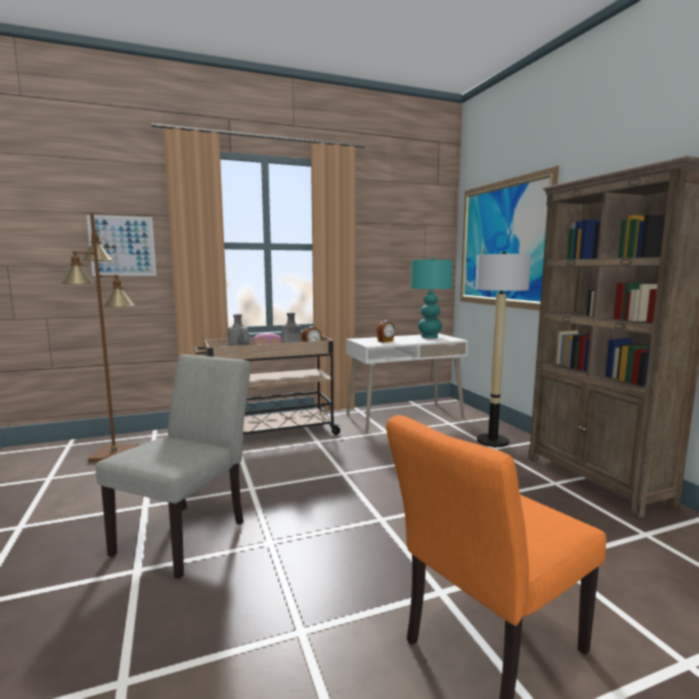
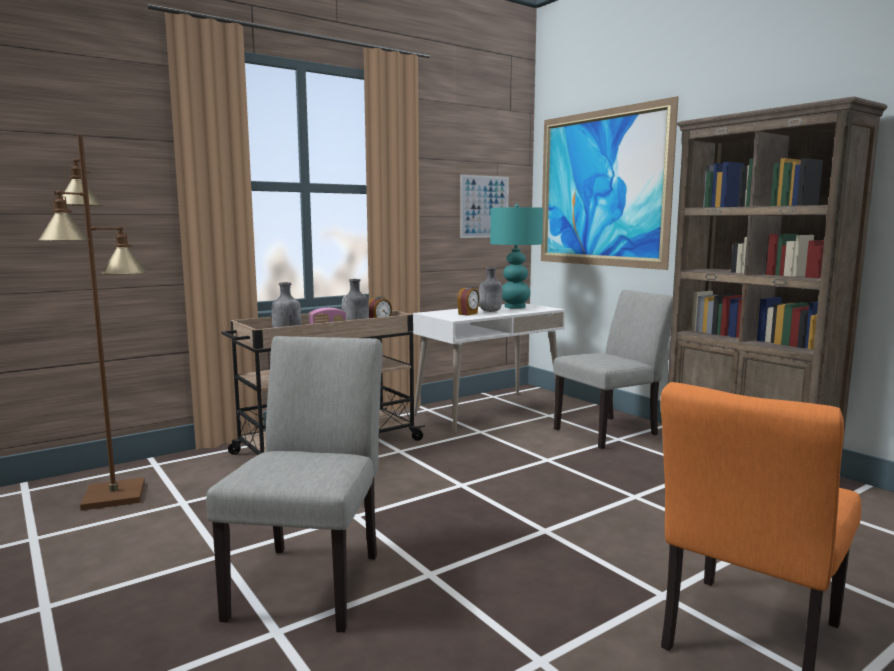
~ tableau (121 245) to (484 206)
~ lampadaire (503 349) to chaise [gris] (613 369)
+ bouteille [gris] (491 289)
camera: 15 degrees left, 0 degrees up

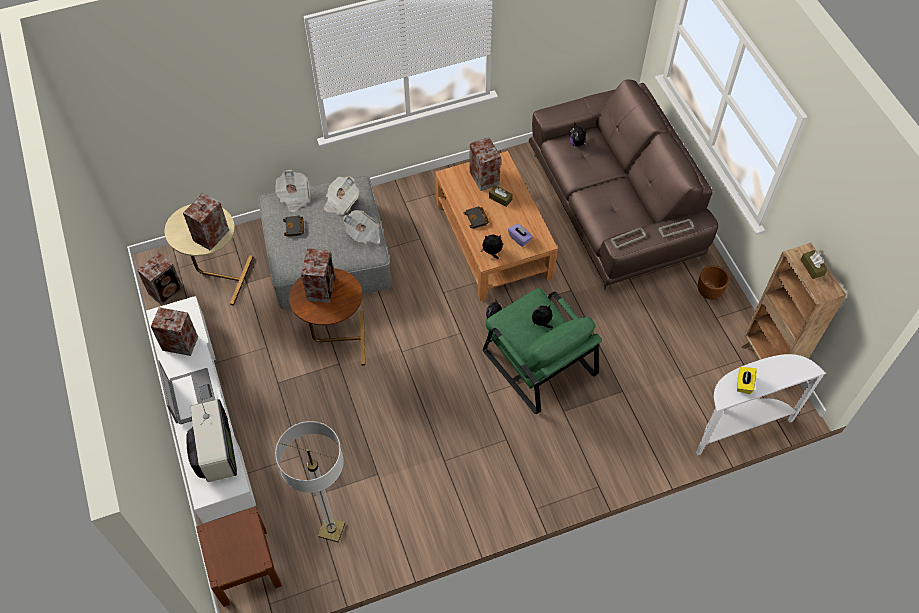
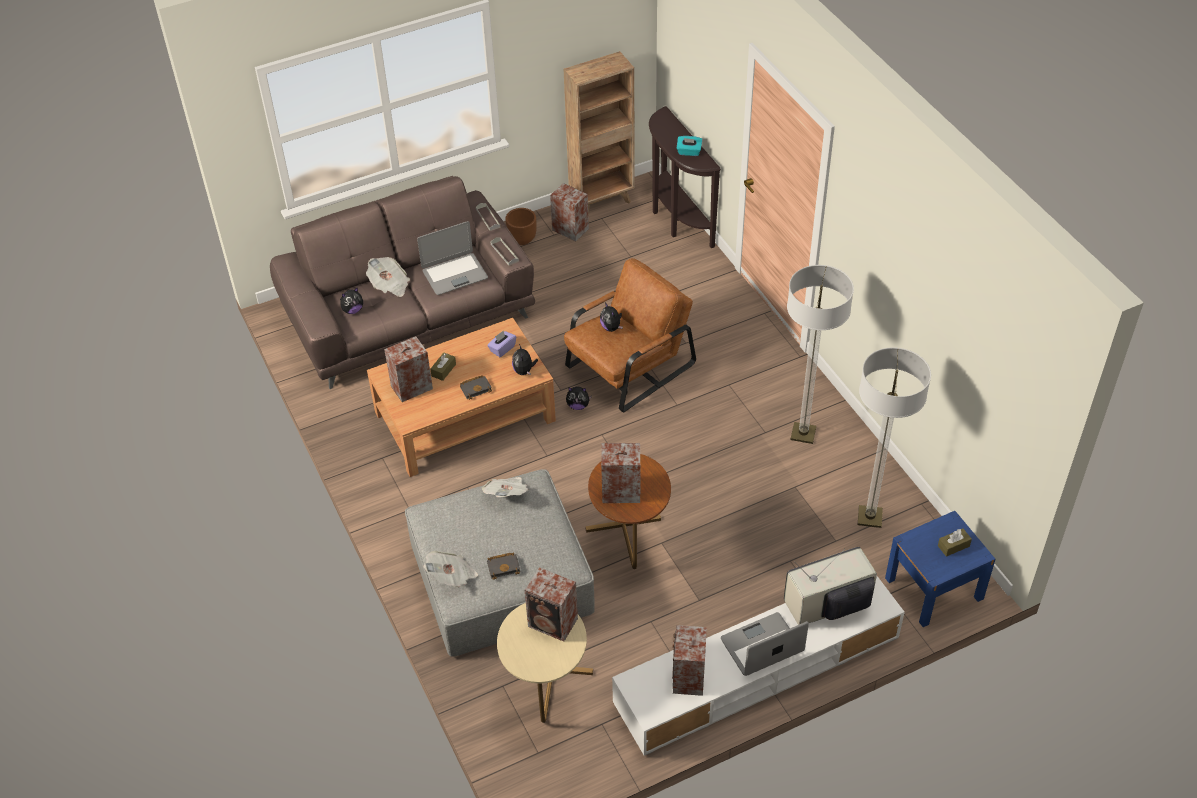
~ journal (341 195) to (388 277)
~ boîte à mouchoirs [marron] (814 264) to (955 543)
~ enceinte (160 278) to (569 212)
~ fauteuil [vert] (542 351) to fauteuil [marron] (630 335)
~ table console [blanc] (761 405) to table console [marron] (685 177)
~ boîte à mouchoirs [jaune] (747 380) to boîte à mouchoirs [turquoise] (689 146)
~ table de chevet [marron] (239 556) to table de chevet [bleu] (940 569)
+ ordinateur portable (452 258)
+ lampadaire (820 354)
camera: 95 degrees left, 10 degrees down

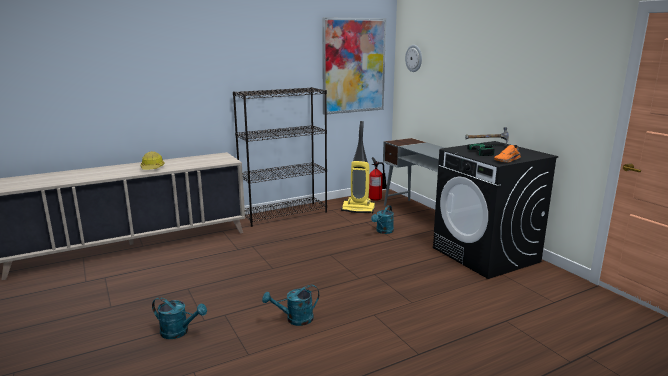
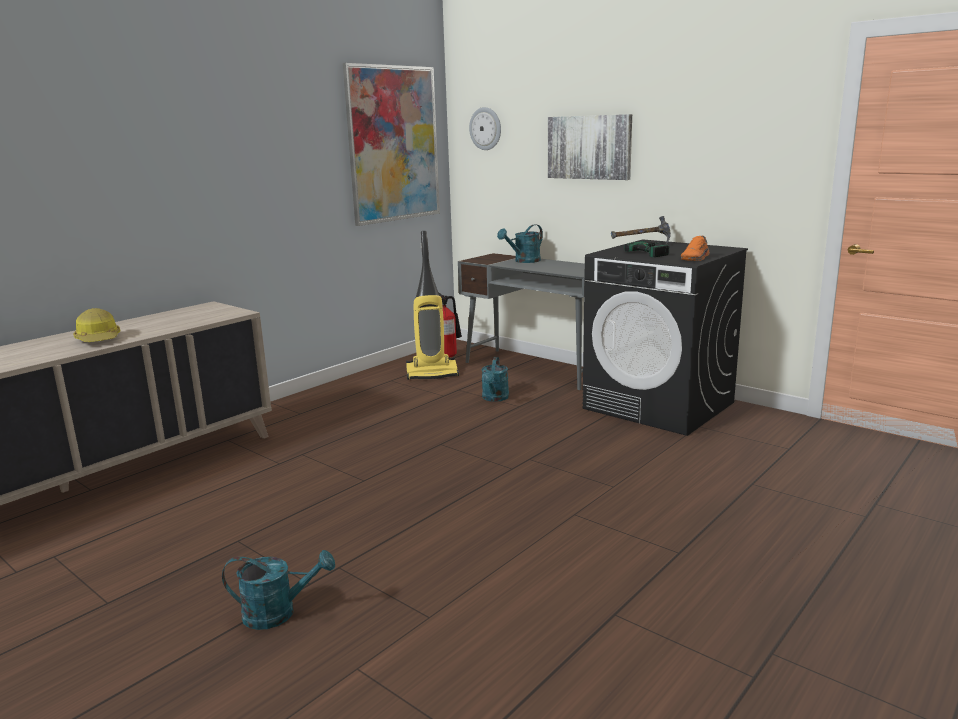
- bibliothèque [noir] (280 157)
~ arrosoir [turquoise] (290 305) to (520 243)
+ tableau (590 147)
camera: 20 degrees left, 0 degrees up

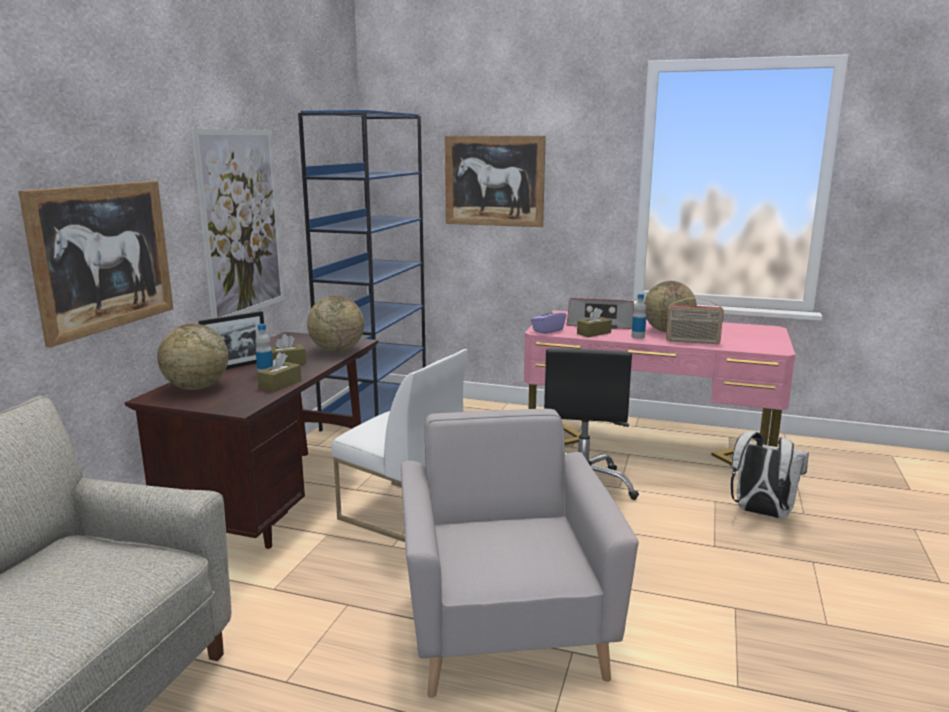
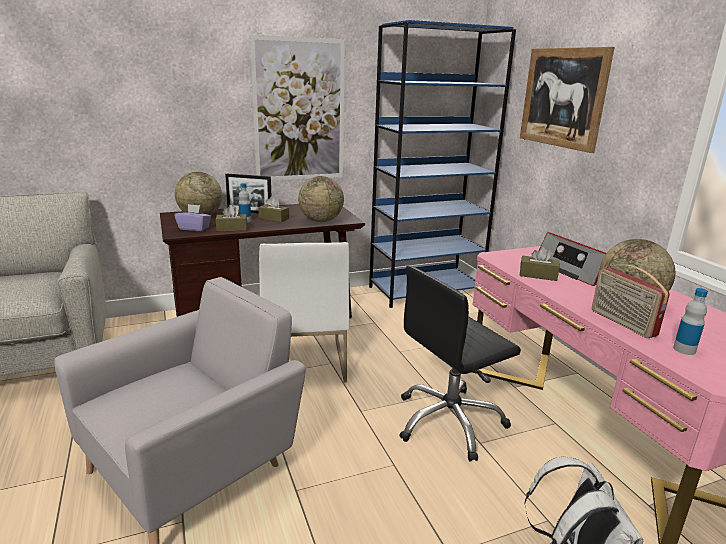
- tableau (95 264)
~ bouteille (638 316) to (690 321)
~ boîte à mouchoirs [violet] (548 319) to (192 217)
camera: 50 degrees right, 5 degrees up

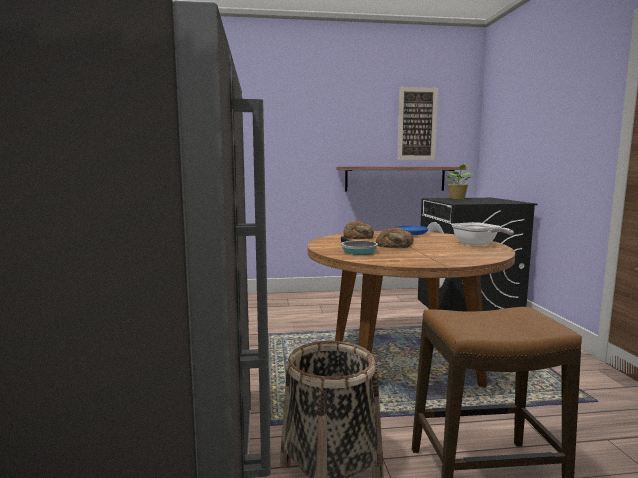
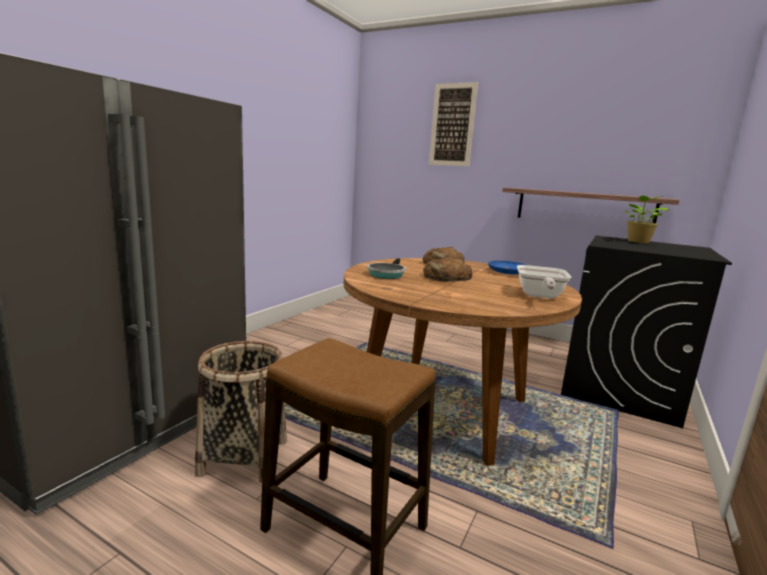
~ tableau (417 123) to (453 124)
camera: 35 degrees right, 5 degrees up

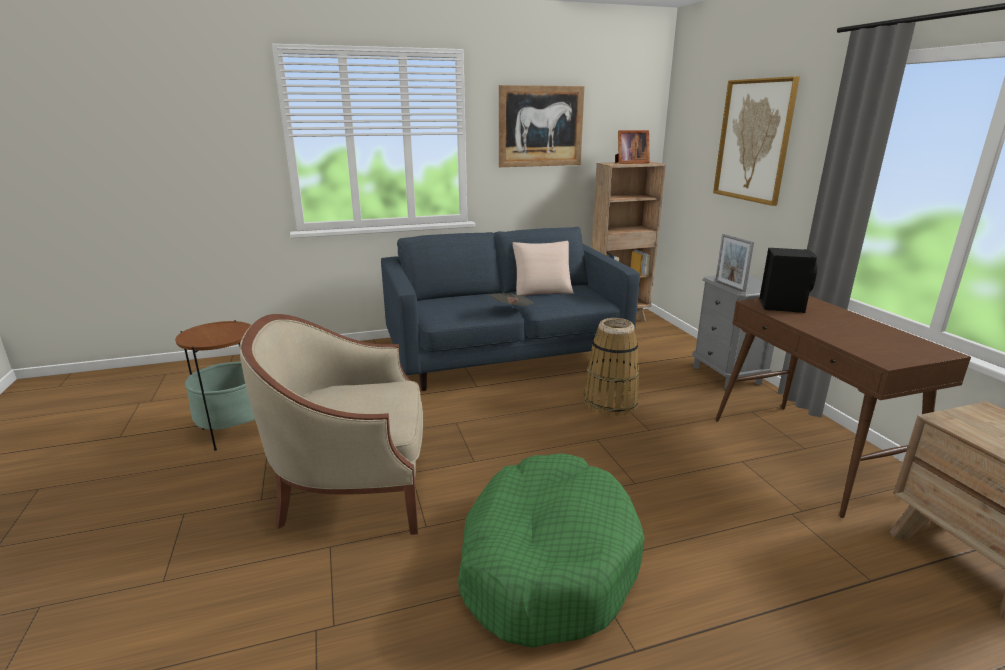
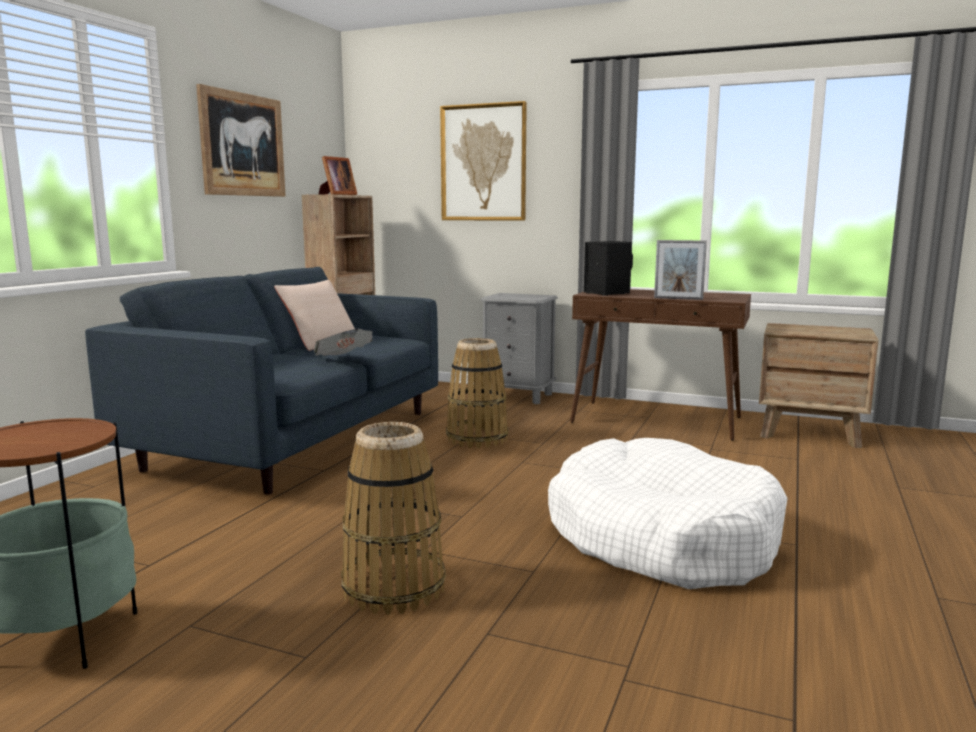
~ cadre photo (734 263) to (680 270)
~ fauteuil [beige] (331 424) to panier (393 518)
~ panier pour chien [vert] (551 550) to panier pour chien [blanc] (667 513)
camera: 50 degrees left, 10 degrees down

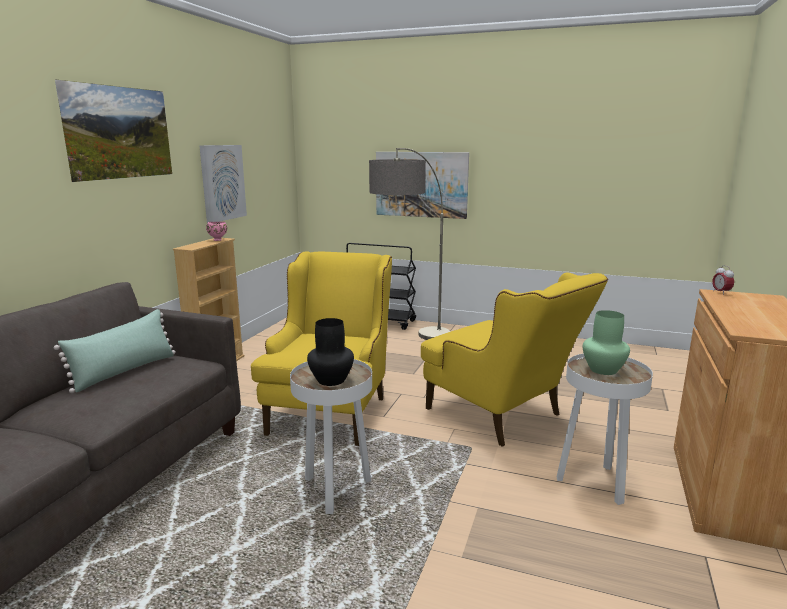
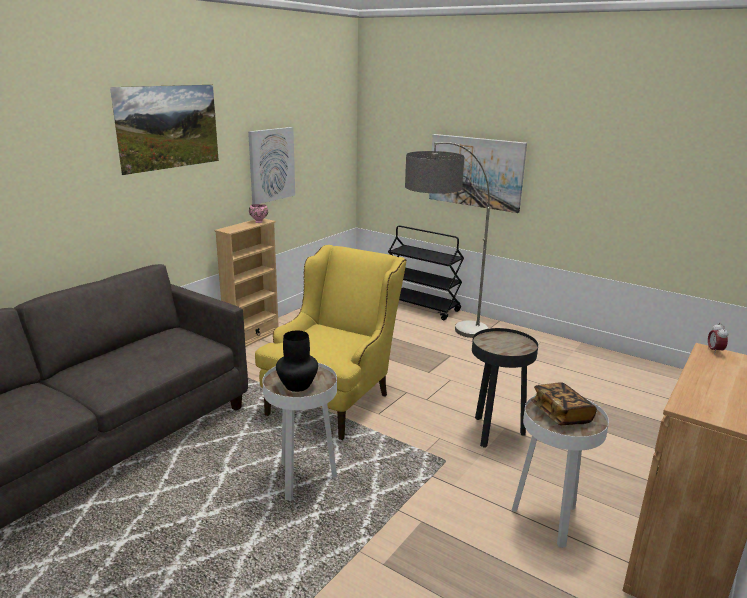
~ fauteuil [jaune] (514 359) to table d'appoint [noir] (505 388)
- coussin [vert] (115 351)
~ vase [vert] (606 342) to livre (564 403)
camera: 15 degrees right, 5 degrees up

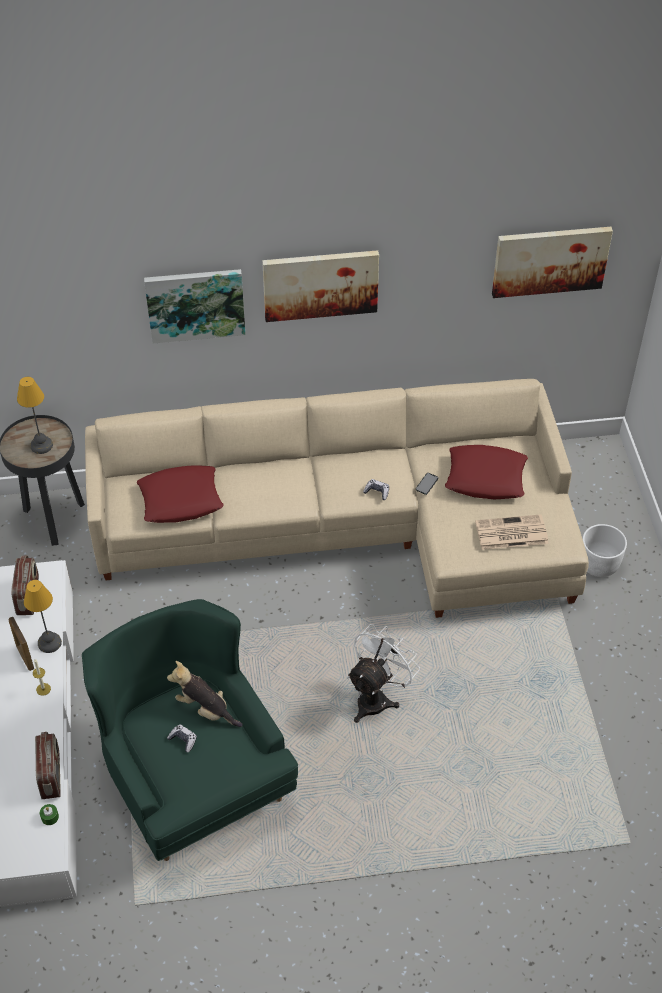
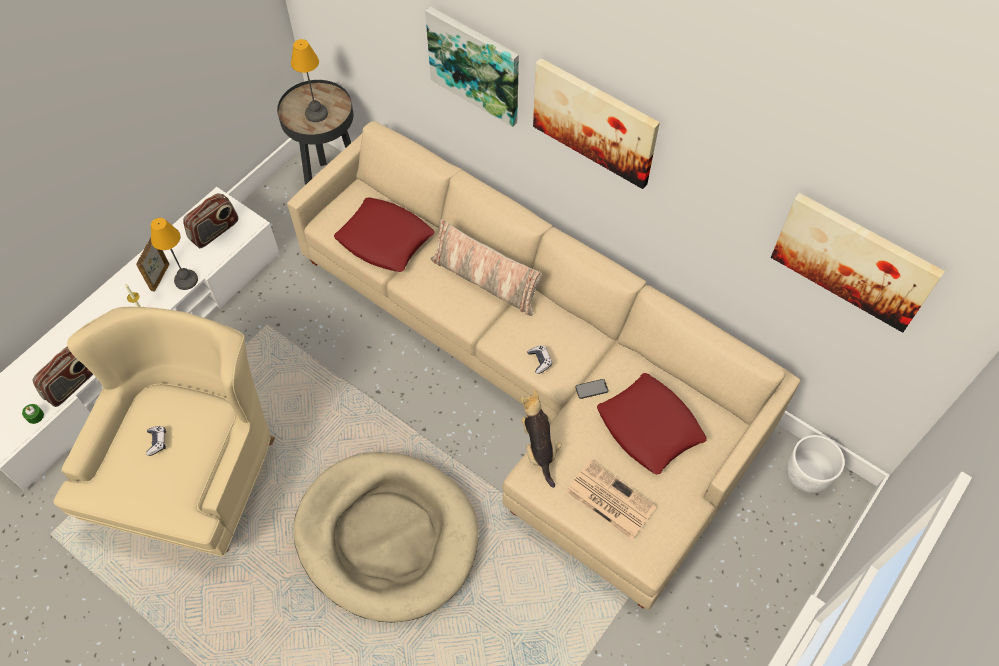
~ cache-pot [blanc] (604 550) to (816 464)
~ fauteuil [vert] (190 730) to fauteuil [beige] (164 432)
~ ventilateur [blanc] (383 673) to panier pour chien [beige] (386 537)
~ peluche (205 694) to (541 439)
+ coussin (486 267)
camera: 45 degrees right, 10 degrees up

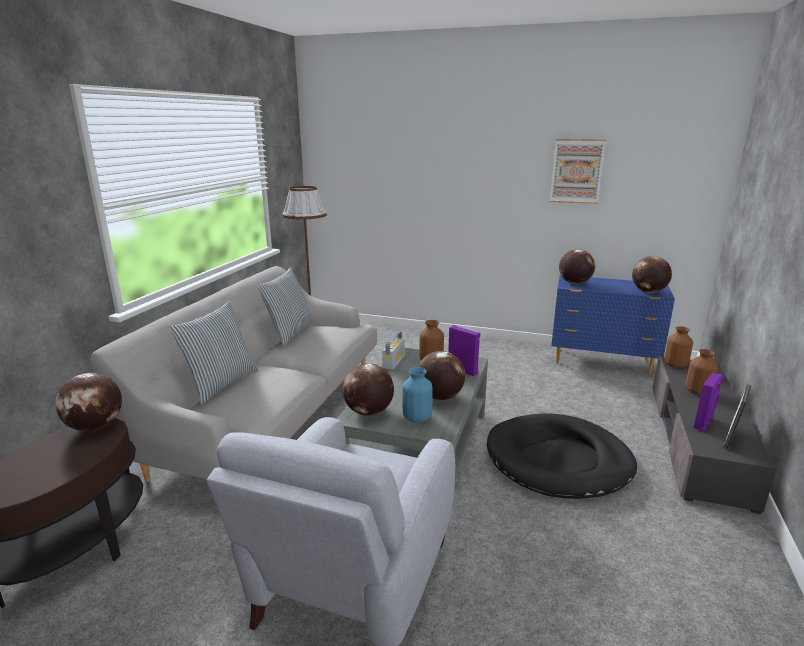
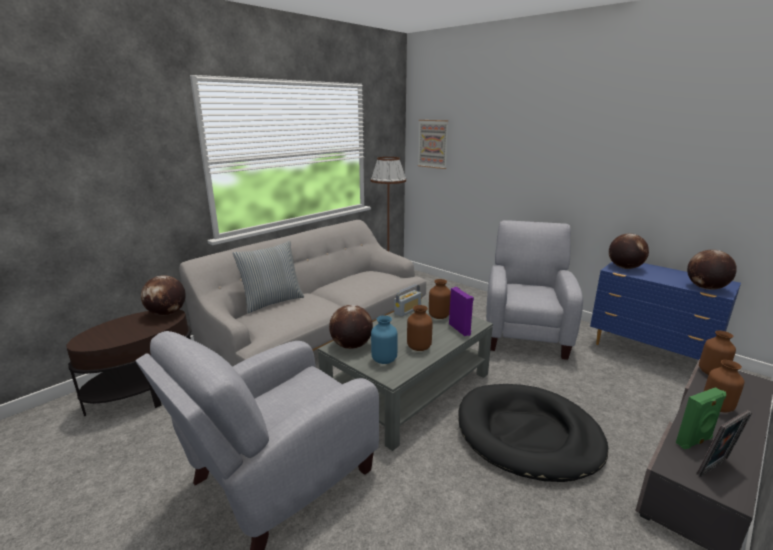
~ tableau (578 171) to (433 144)
- coussin (286 307)
~ globe (442 375) to vase [marron] (420 328)
~ enceinte [violet] (708 402) to enceinte [vert] (701 418)
+ fauteuil [gris] (534 290)
camera: 25 degrees right, 0 degrees up

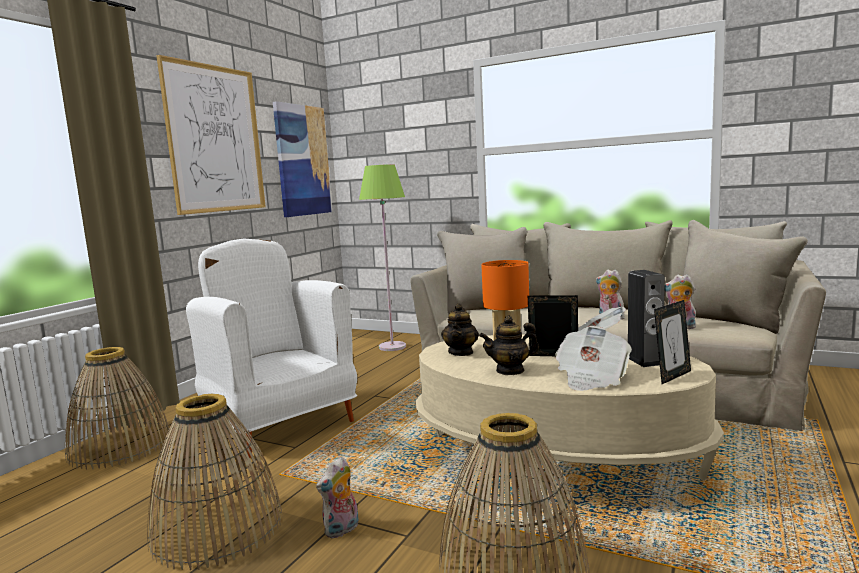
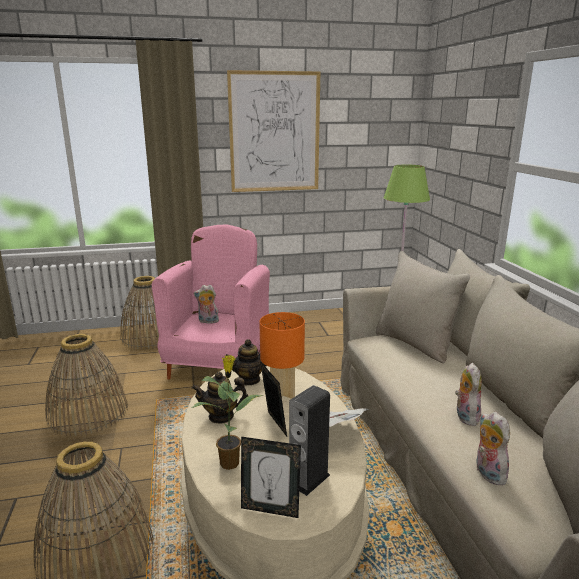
- tableau (302 159)
~ fauteuil [blanc] (271 348) to fauteuil [rose] (211 302)
~ théière (509 345) = (220 398) 45 degrees counterclockwise
~ journal (593 358) to plante en pot (227 412)
~ peluche (337 497) to (206 304)
camera: 50 degrees right, 10 degrees up

